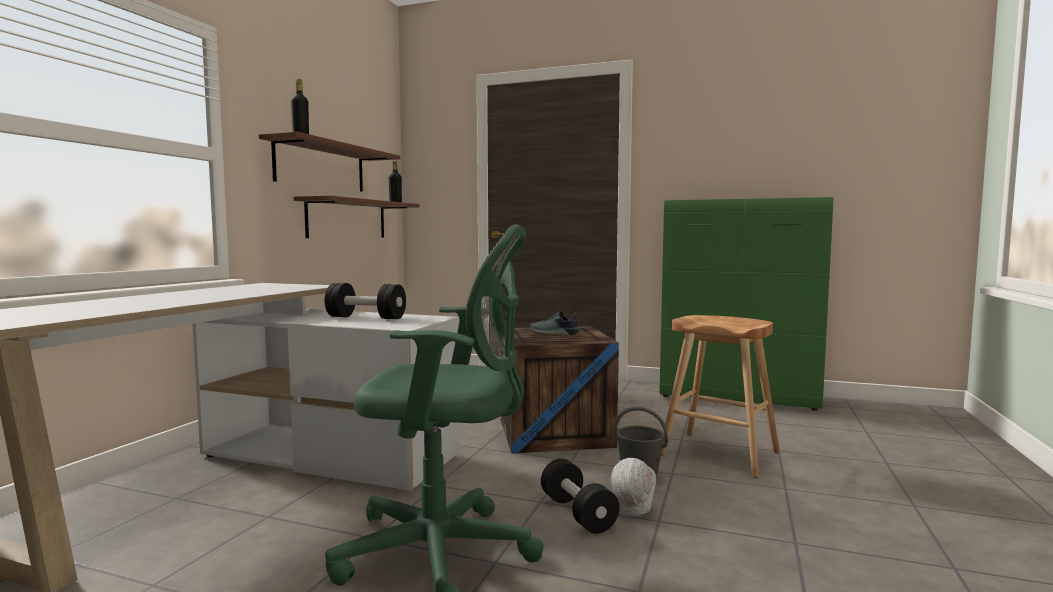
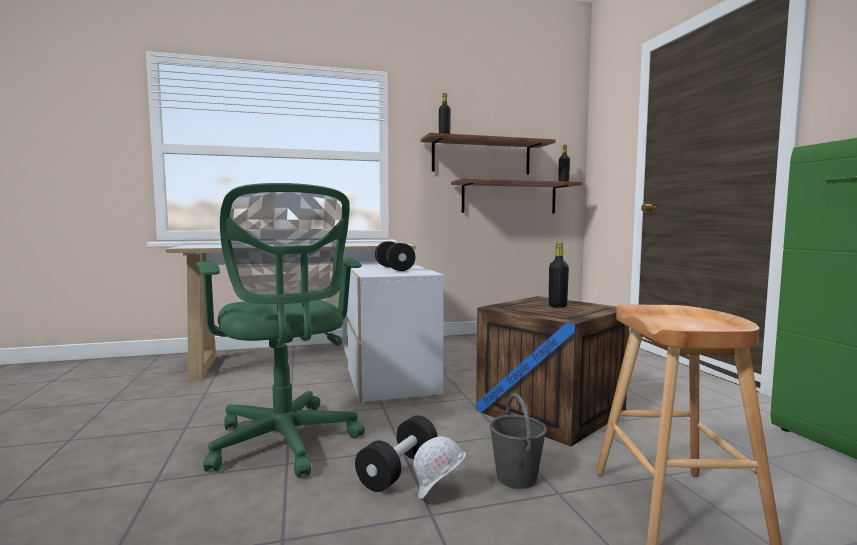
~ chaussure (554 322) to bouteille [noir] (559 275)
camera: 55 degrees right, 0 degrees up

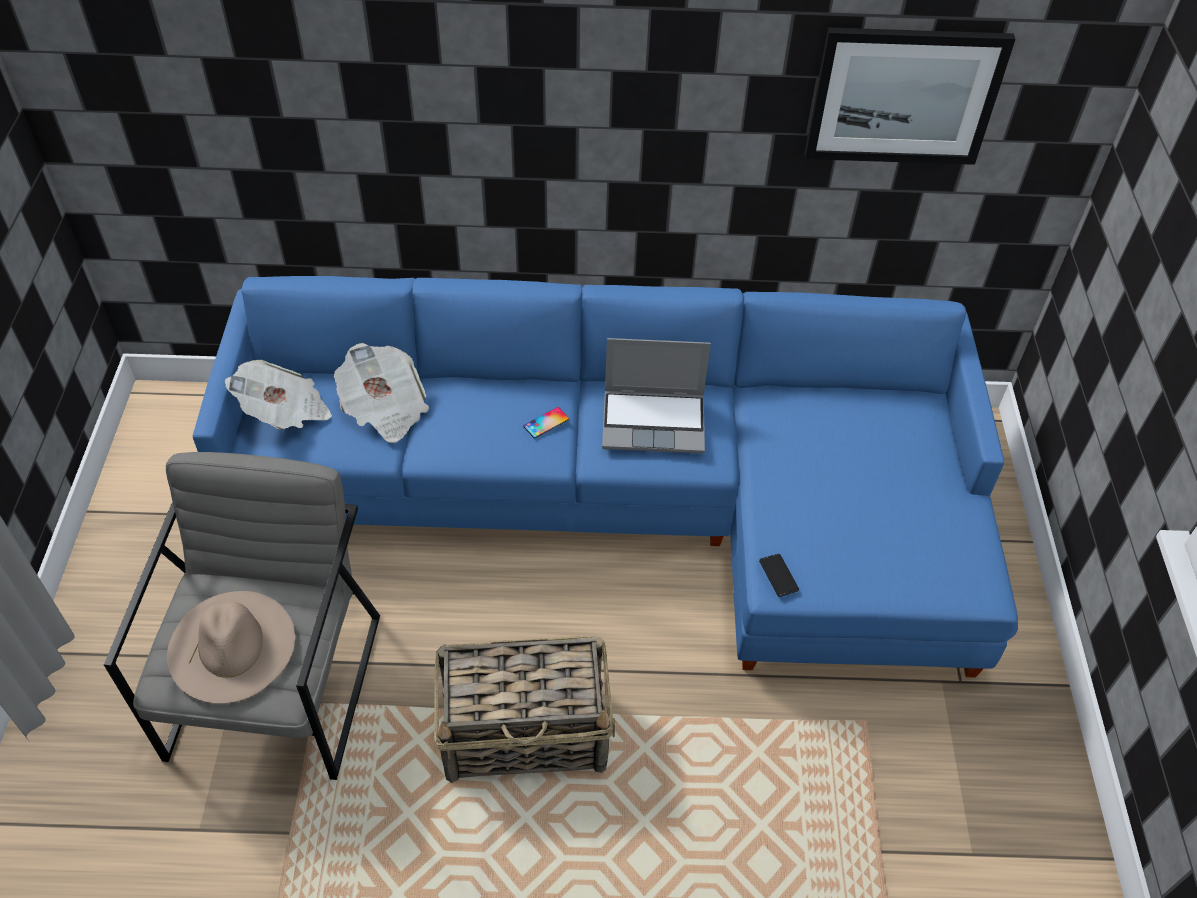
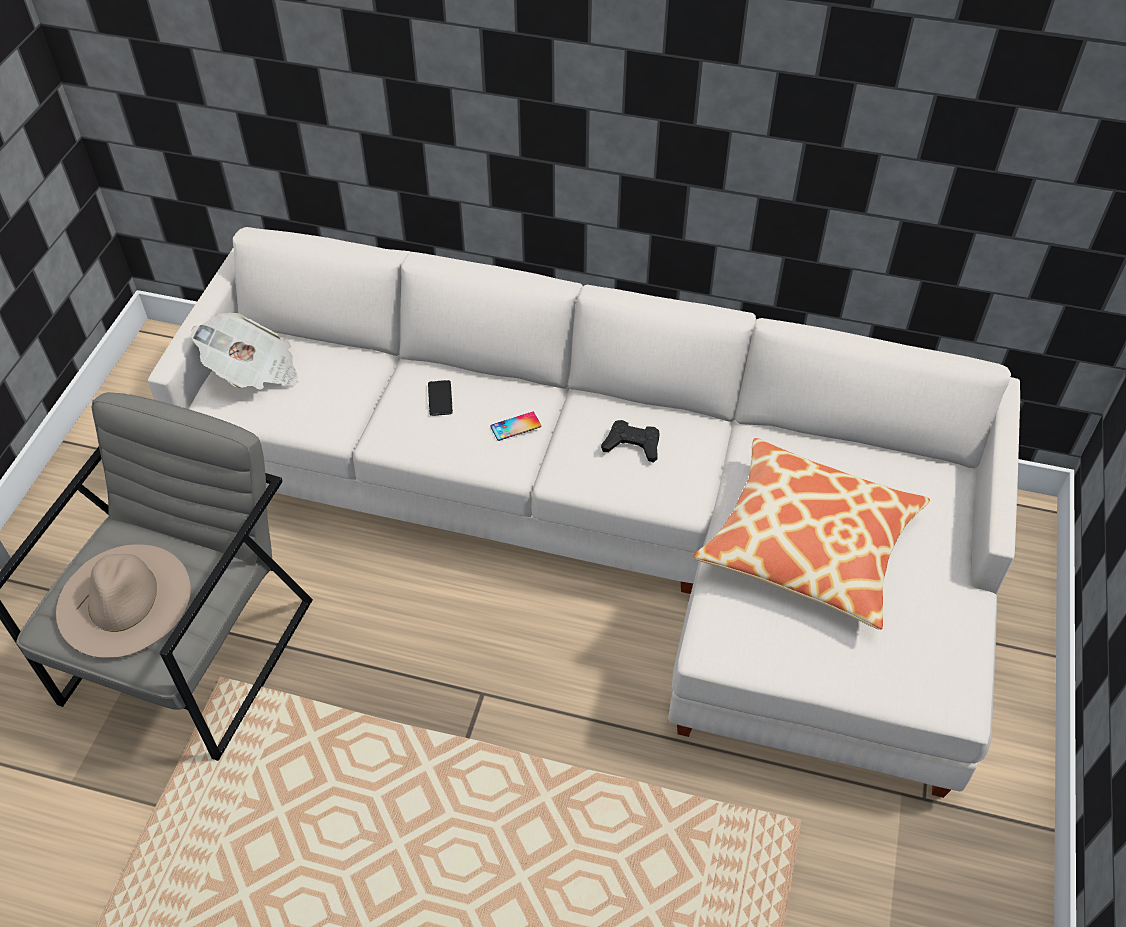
- tableau (910 96)
~ canapé [bleu] (605 476) to canapé [blanc] (584 512)
~ ordinateur portable (656 396) to manette [noir] (630 441)
- journal (381 393)
~ téléphone (779 575) to (440 398)
- panier (524 709)
+ coussin (811 534)
camera: 15 degrees right, 0 degrees up

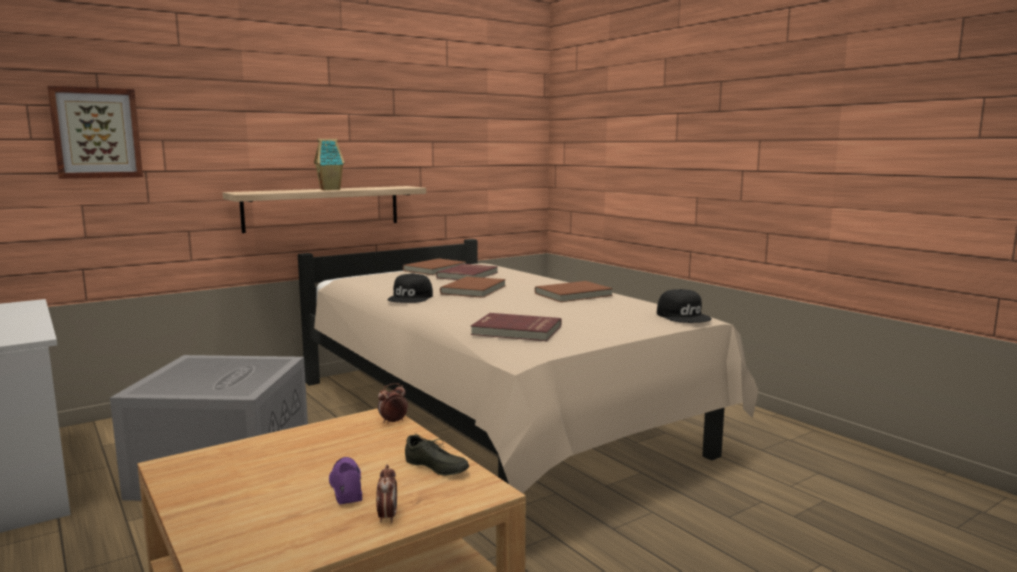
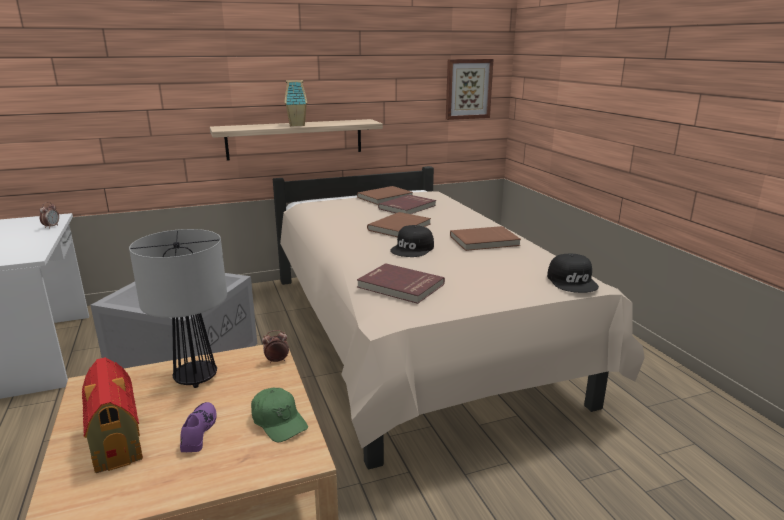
~ tableau (95 132) to (470 89)
~ casquette [noir] (410 288) to (412 241)
~ chaussure [gris] (437 454) to casquette [vert] (279 415)
~ réveil (386 493) to (49 215)
+ lampe de table (178 308)
+ maison miniature (112 415)
camera: 15 degrees right, 10 degrees up

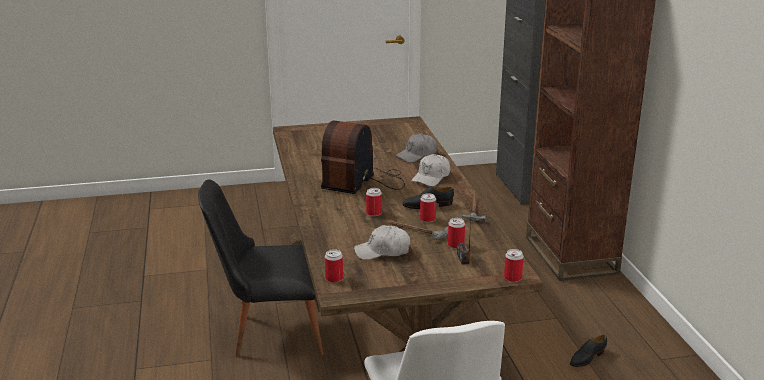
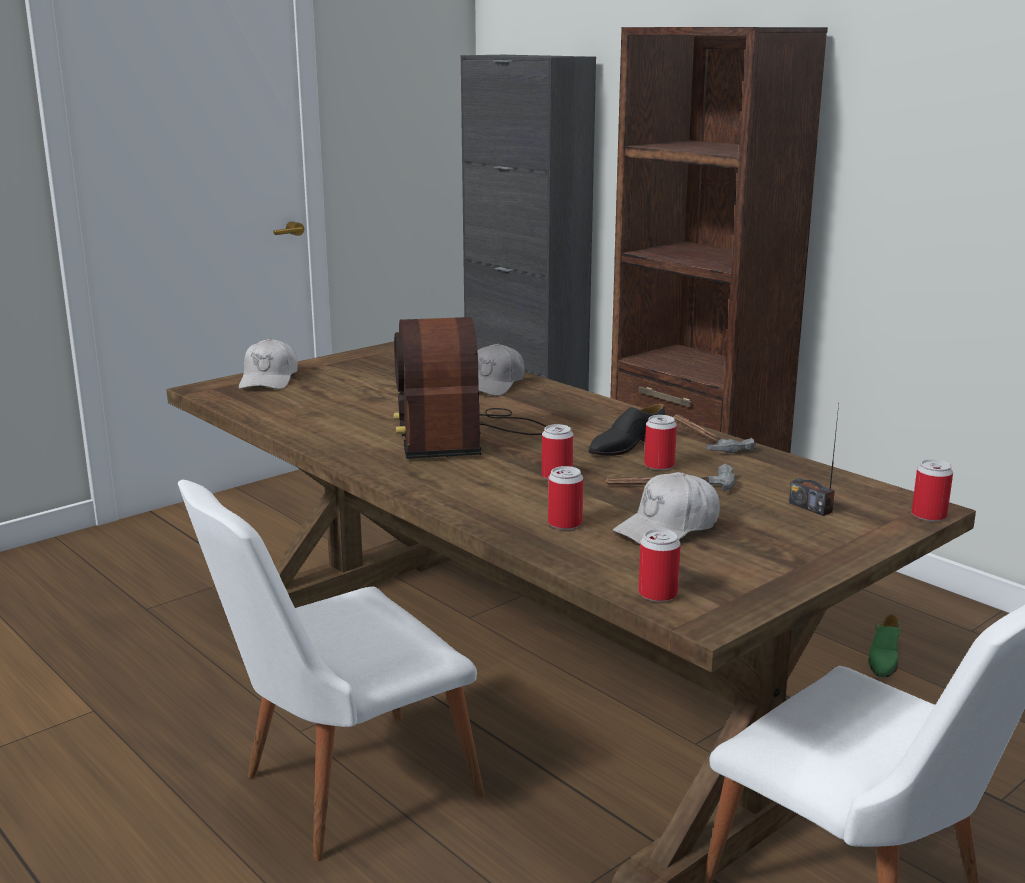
~ casquette [blanc] (430 170) to (268 364)
~ chaise [noir] (261 268) to chaise [blanc] (331 670)
~ boîte métallique (456 233) to (565 498)
~ chaussure [noir] (588 350) to chaussure [vert] (884 645)
camera: 30 degrees left, 5 degrees down

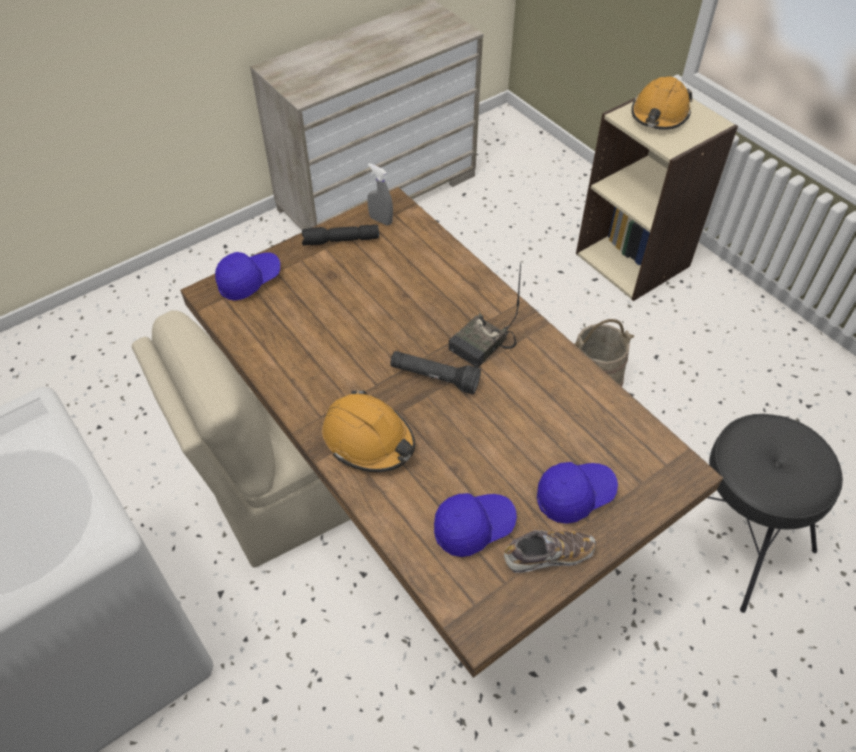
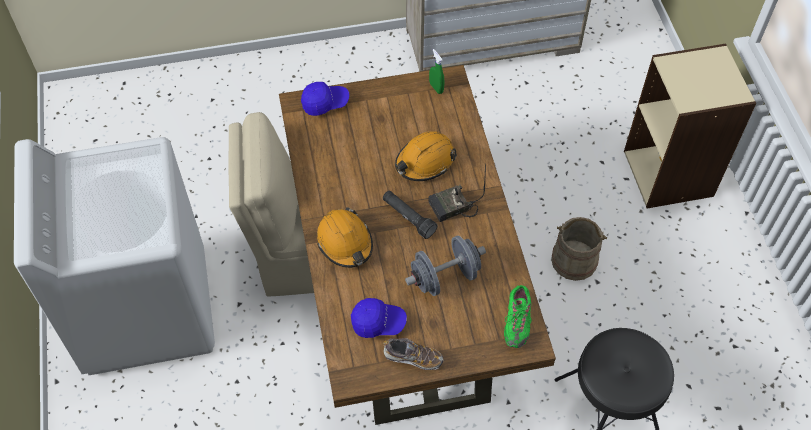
~ casque de chantier [orange] (662 103) to (426 156)
~ vaporisateur [gris] (380 194) to vaporisateur [vert] (436 71)
- lampe de poche [noir] (340 235)
- casquette [bleu] (577 493)
+ haltère [gris] (445 266)
+ chaussure [vert] (518 316)
camera: 25 degrees right, 5 degrees up

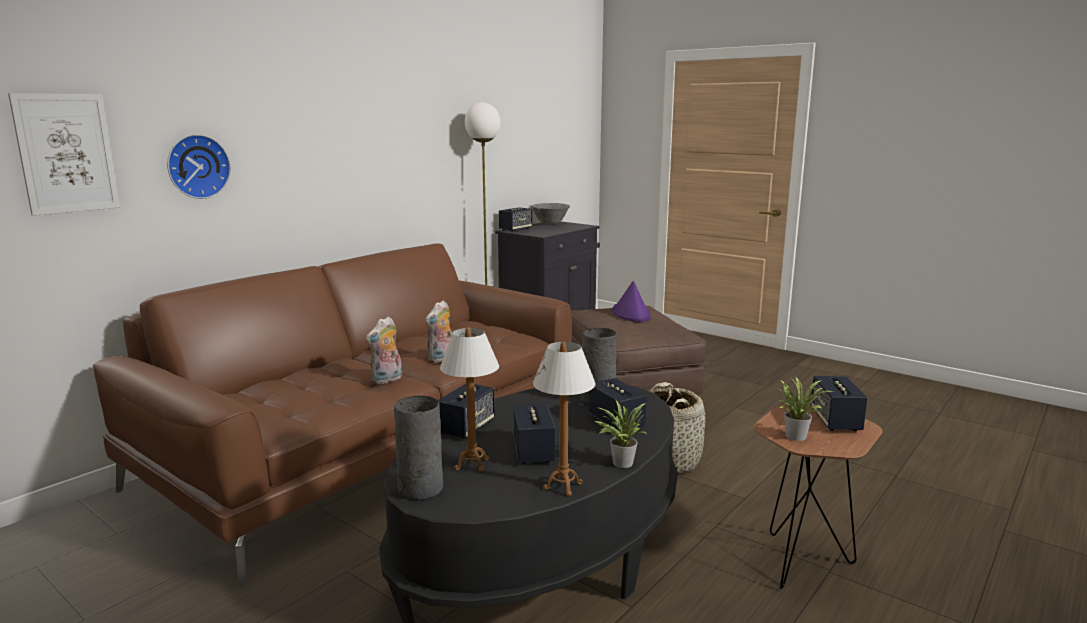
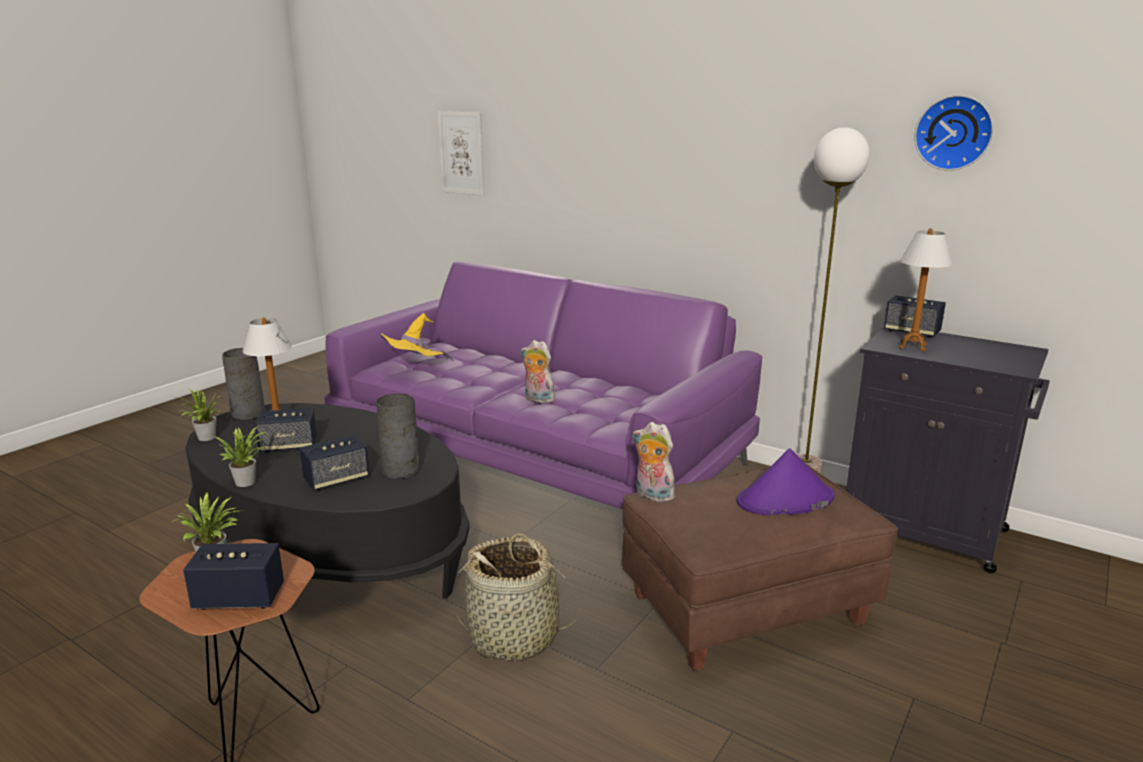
~ horloge murale (199 166) to (954 133)
- bol [gris] (550 214)
~ canapé [marron] (332 416) to canapé [violet] (543 385)
~ peluche (384 350) to (655 462)
~ lampe de table (564 419) to (926 289)
- enceinte (466 411)
+ chapeau [jaune] (417 337)
+ plante en pot (198 414)
camera: 85 degrees right, 5 degrees up

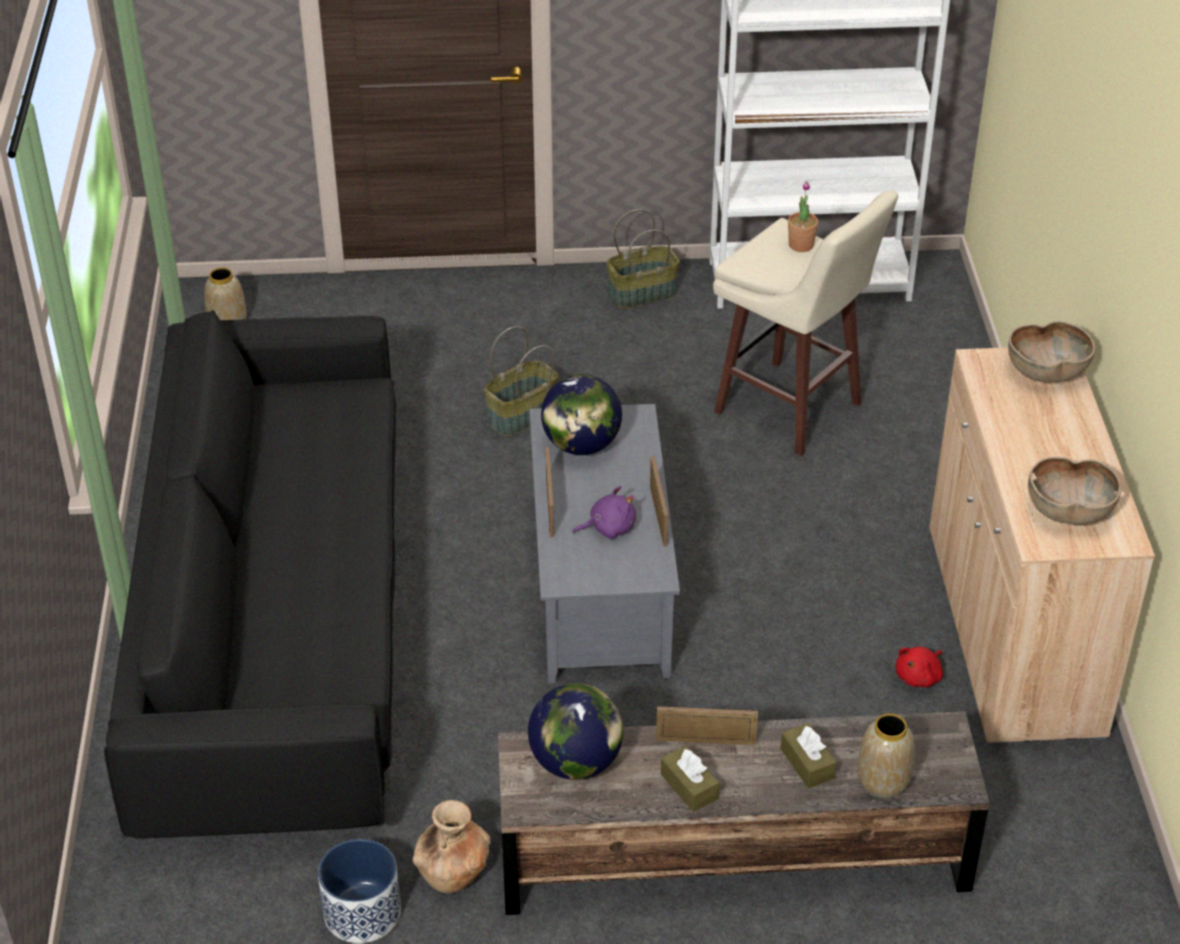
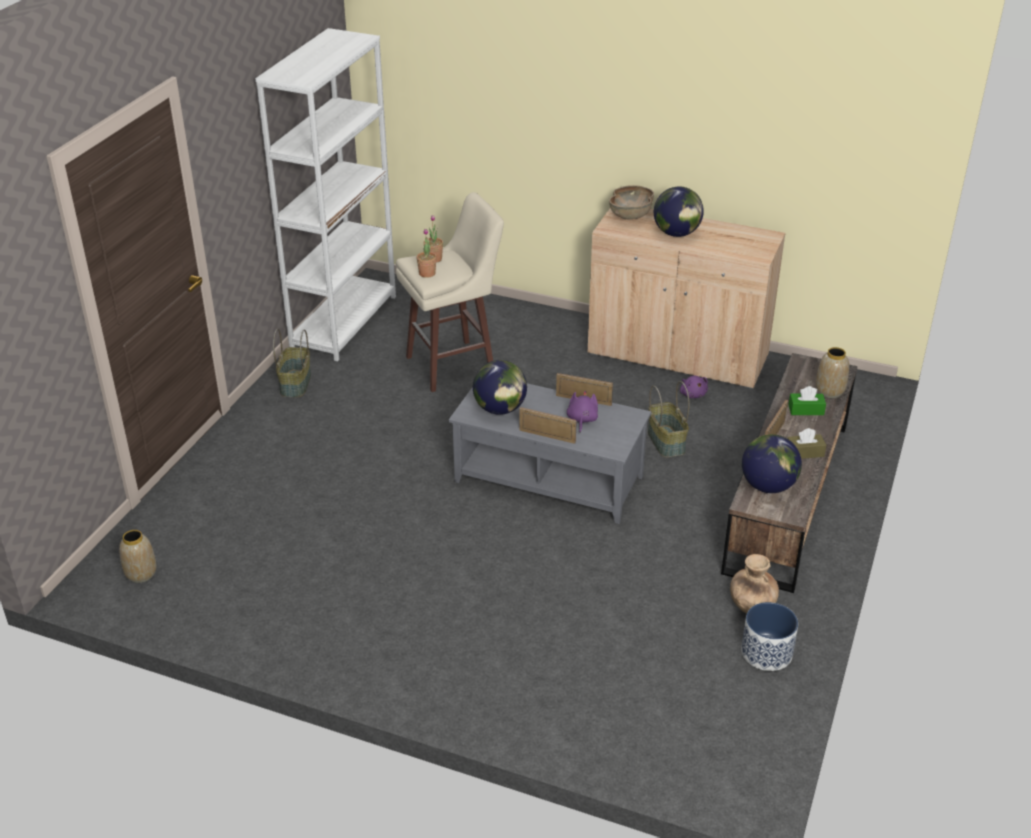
- canapé [noir] (250 574)
~ panier (521 381) to (669 419)
- bol [marron] (1074 491)
~ peluche [rouge] (919 667) to peluche [violet] (694 387)
~ boîte à mouchoirs [marron] (809 755) to boîte à mouchoirs [vert] (807 400)
+ globe (679 211)
+ plante en pot (427 253)
camera: 65 degrees left, 5 degrees down

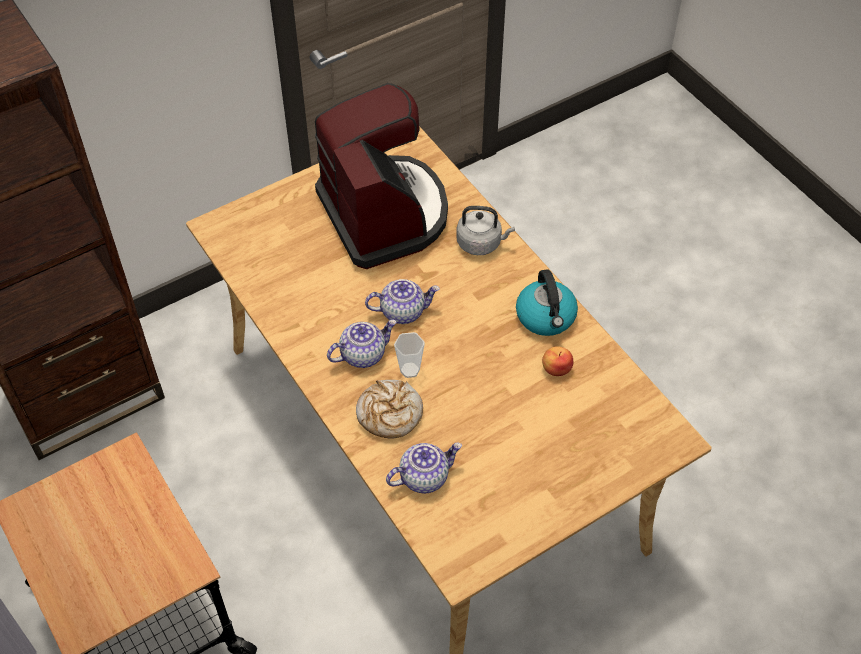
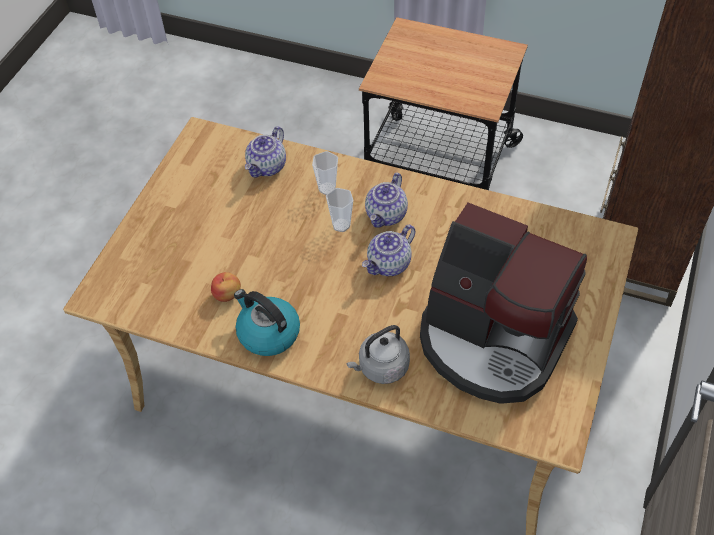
~ pain (389 409) to tasse (325 173)
camera: 145 degrees right, 0 degrees up

